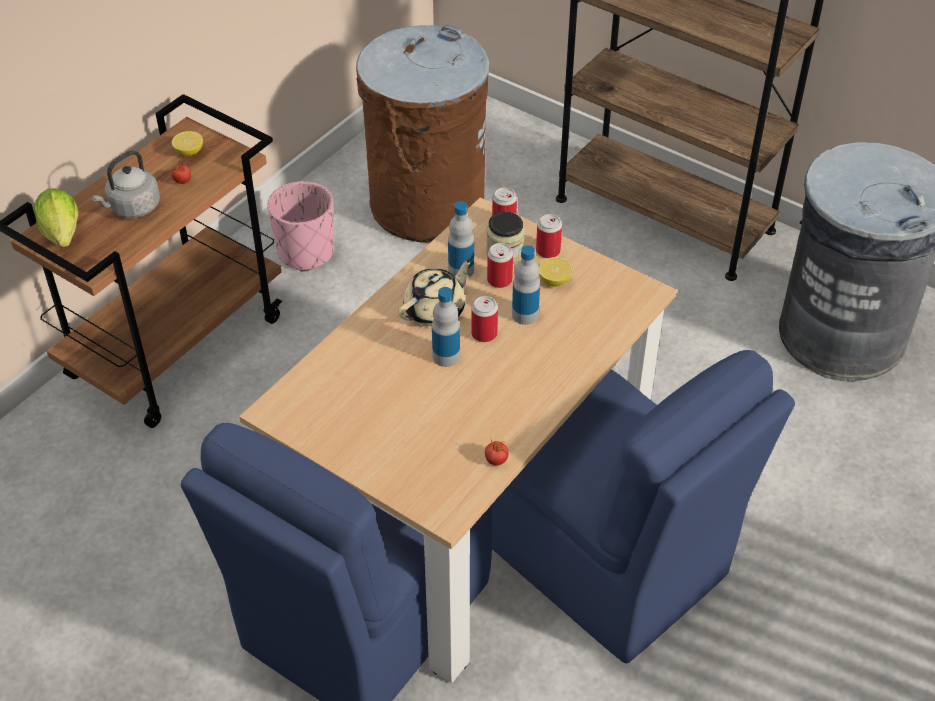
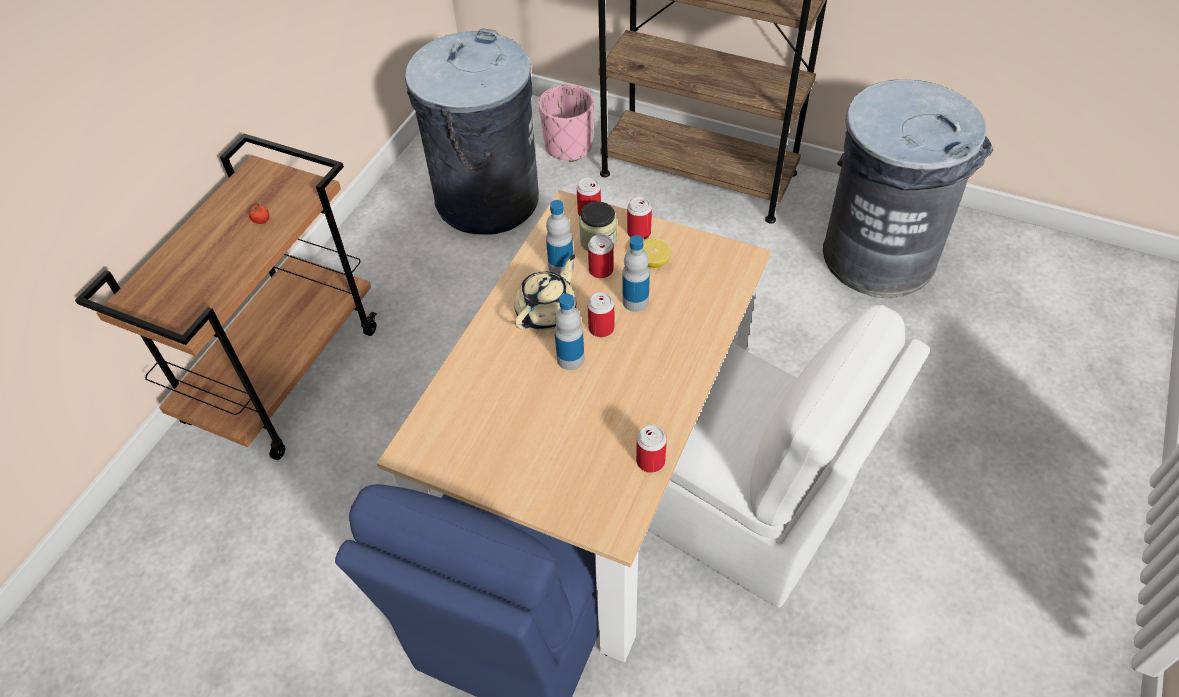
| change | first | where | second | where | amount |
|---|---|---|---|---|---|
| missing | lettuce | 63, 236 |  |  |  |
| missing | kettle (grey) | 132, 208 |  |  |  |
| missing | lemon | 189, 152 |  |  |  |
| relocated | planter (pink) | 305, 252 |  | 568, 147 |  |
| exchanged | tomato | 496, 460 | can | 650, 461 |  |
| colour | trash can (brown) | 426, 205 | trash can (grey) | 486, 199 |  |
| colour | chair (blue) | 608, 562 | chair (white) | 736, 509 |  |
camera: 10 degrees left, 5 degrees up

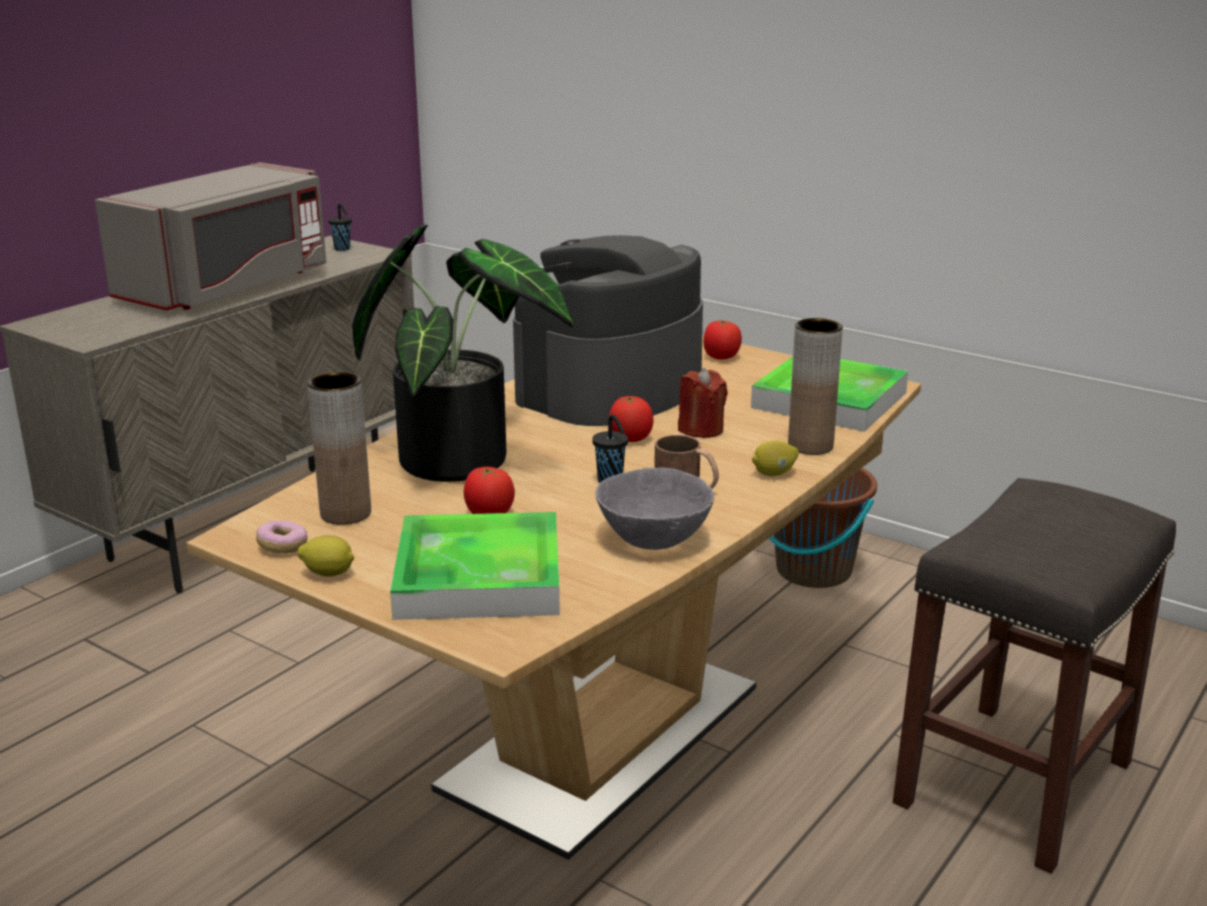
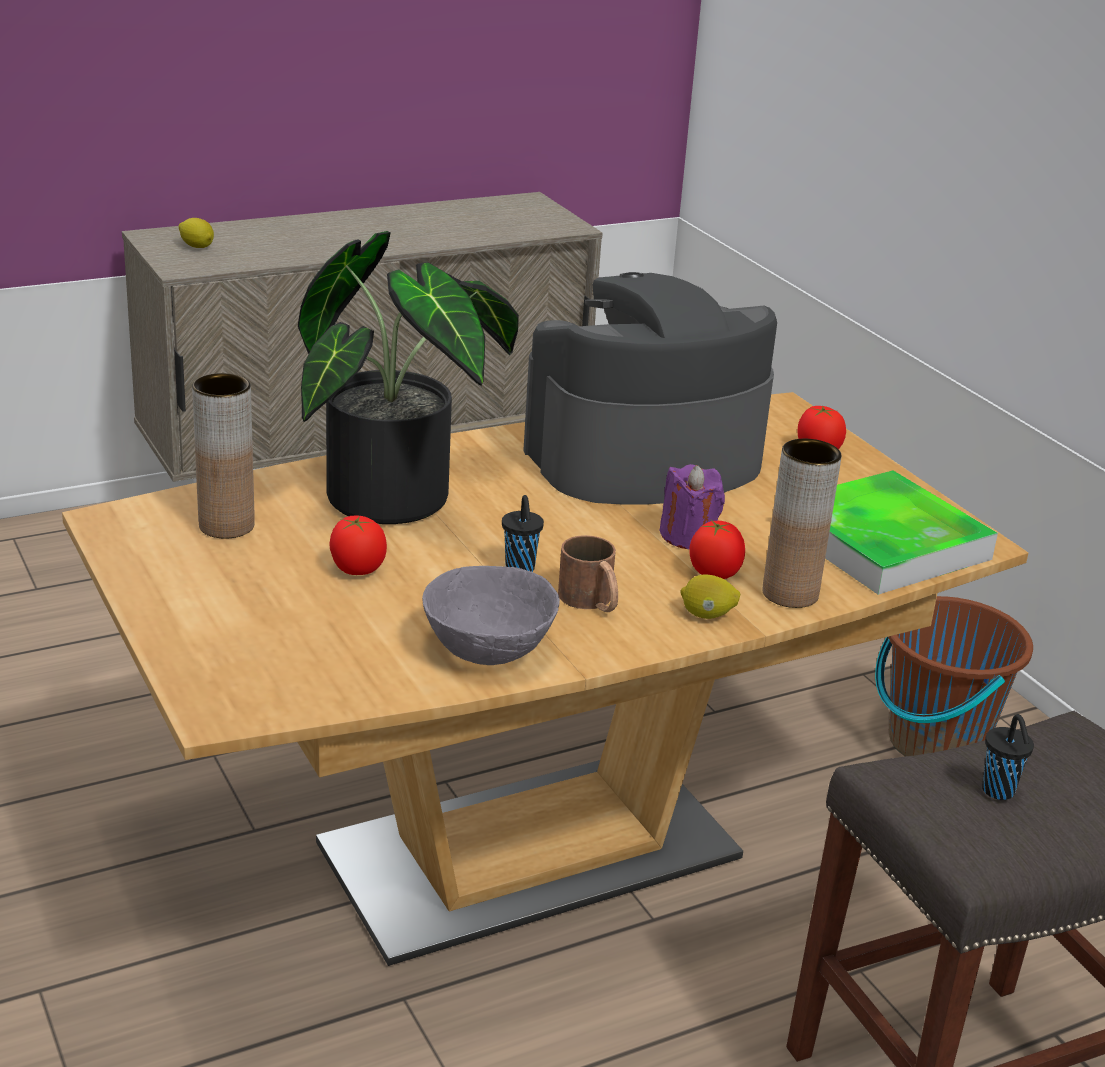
| change | first | where | second | where | amount |
|---|---|---|---|---|---|
| missing | microwave (grey) | 228, 287 |  |  |  |
| missing | donut | 283, 547 |  |  |  |
| missing | tray | 479, 576 |  |  |  |
| relocated | lemon | 328, 573 |  | 197, 246 |  |
| relocated | cup (black) | 343, 249 |  | 999, 792 |  |
| relocated | tomato | 630, 439 |  | 714, 573 |  |
| colour | candle (red) | 701, 429 | candle (purple) | 688, 536 |  |
camera: 25 degrees right, 5 degrees up

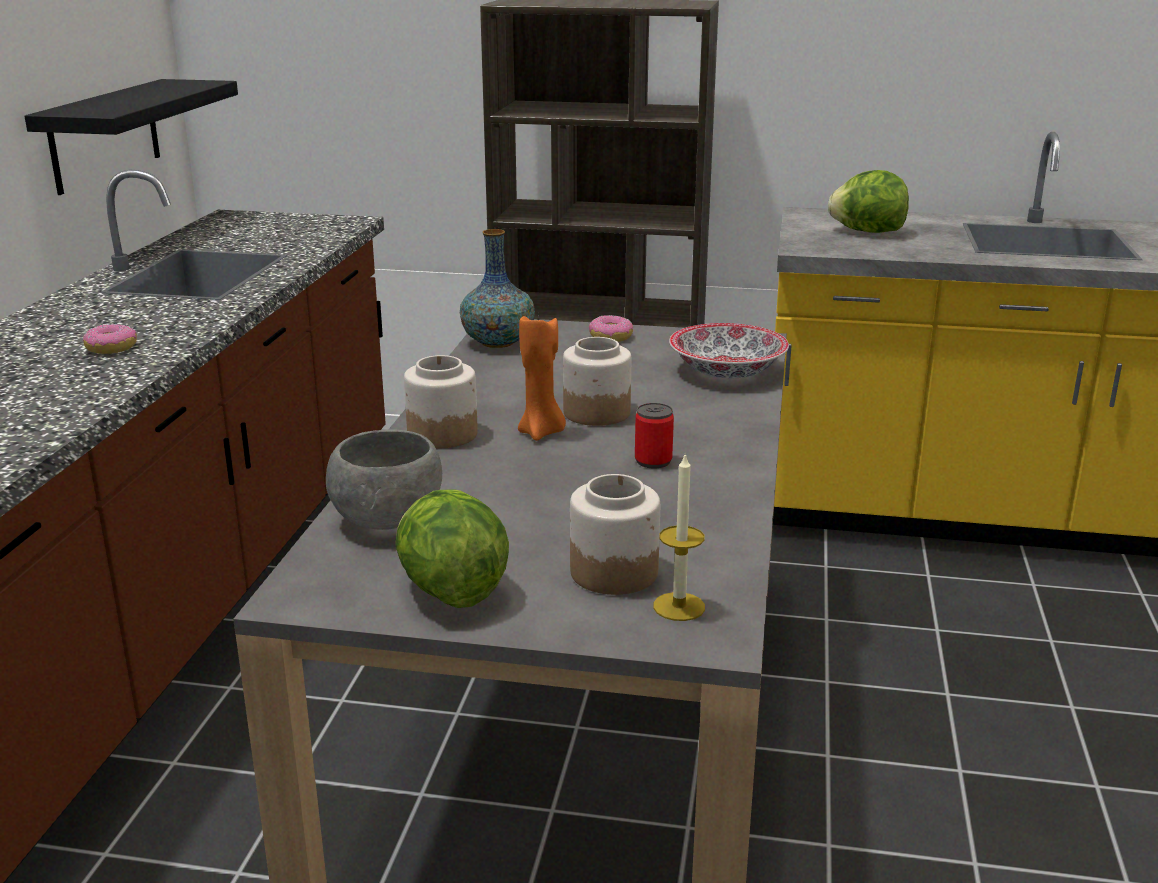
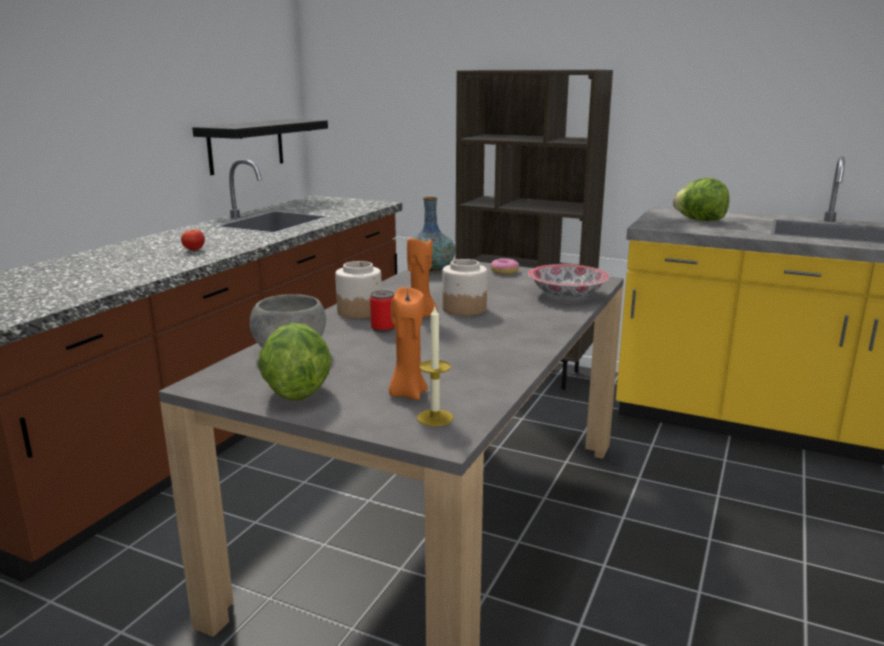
| change | first | where | second | where | amount |
|---|---|---|---|---|---|
| relocated | can | 653, 461 |  | 383, 328 |  |
| exchanged | donut | 112, 348 | tomato | 194, 250 |  |
| exchanged | jar | 614, 572 | candle (orange) | 407, 393 |  |
camera: 15 degrees right, 5 degrees down

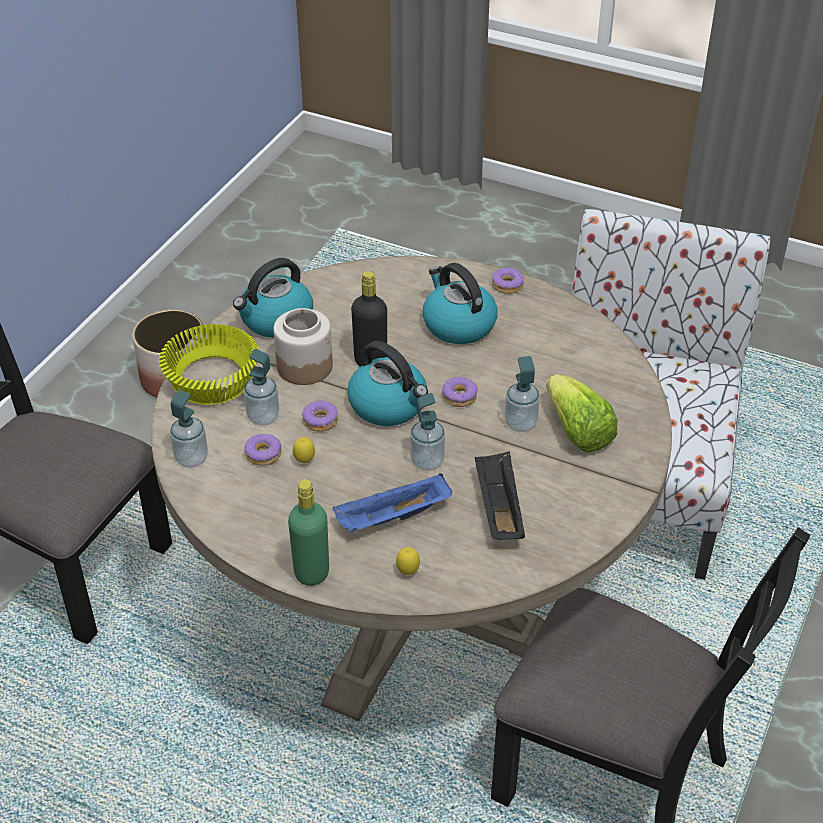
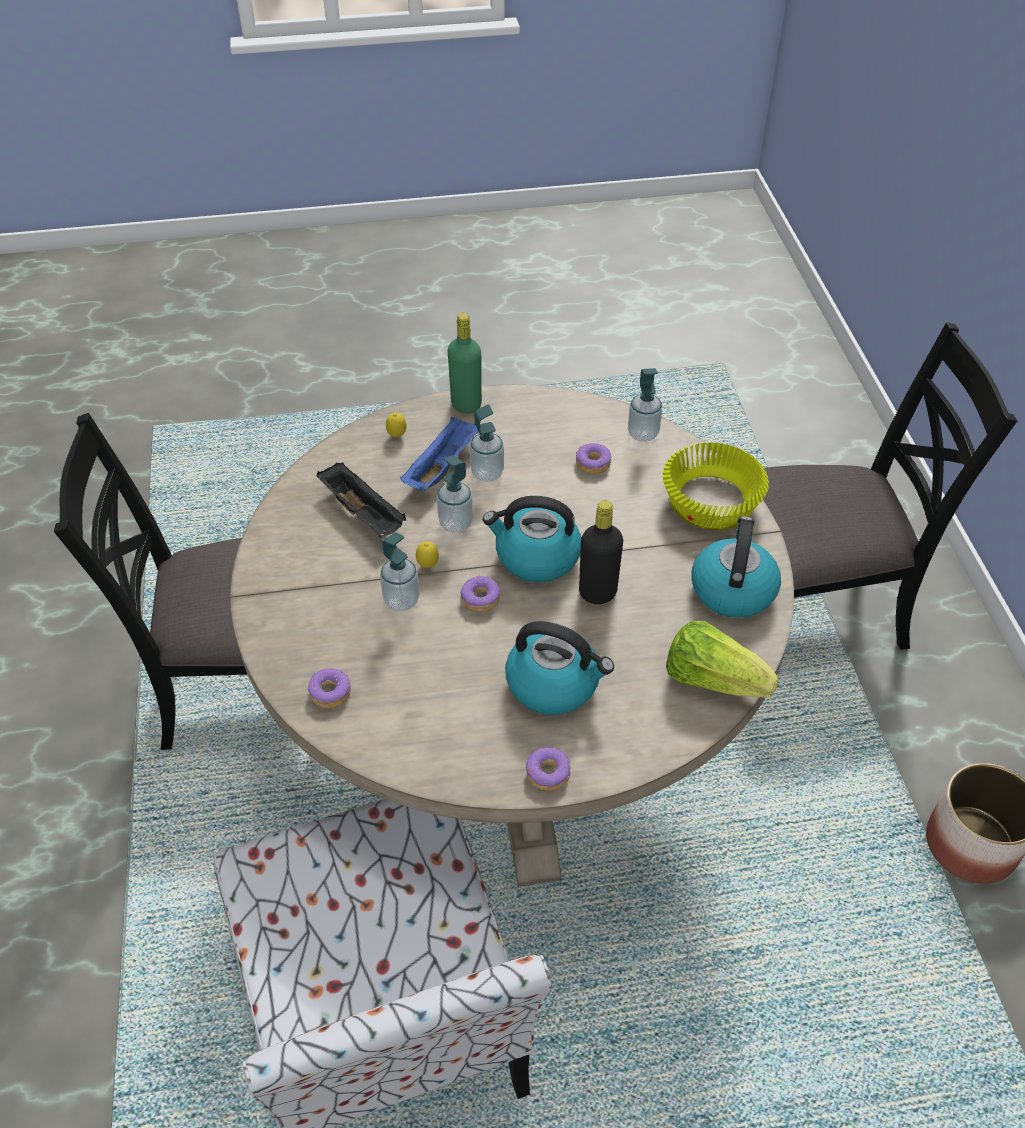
| change | first | where | second | where | amount |
|---|---|---|---|---|---|
| missing | jar | 304, 366 |  |  |  |
| relocated | soap dispenser | 263, 417 |  | 487, 473 |  |
| relocated | lemon | 304, 461 |  | 428, 566 |  |
| relocated | donut | 320, 421 |  | 330, 692 |  |
| relocated | lettuce | 577, 431 |  | 712, 680 |  |
camera: 145 degrees right, 5 degrees up

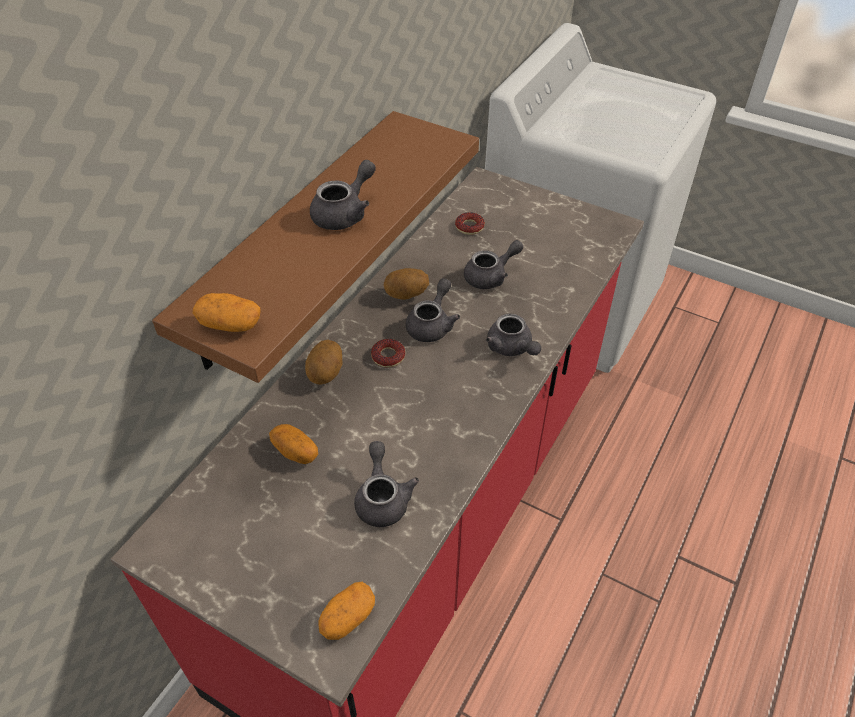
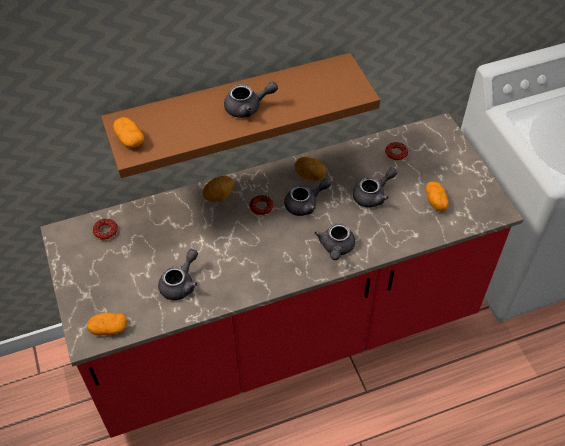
| change | first | where | second | where | amount |
|---|---|---|---|---|---|
| appeared |  |  | donut | 105, 231 |  |
| relocated | potato | 295, 452 |  | 435, 201 |  |
| spun | teapot (grey) | 491, 276 |  | 373, 195 | 45 degrees counterclockwise |
camera: 40 degrees right, 5 degrees up

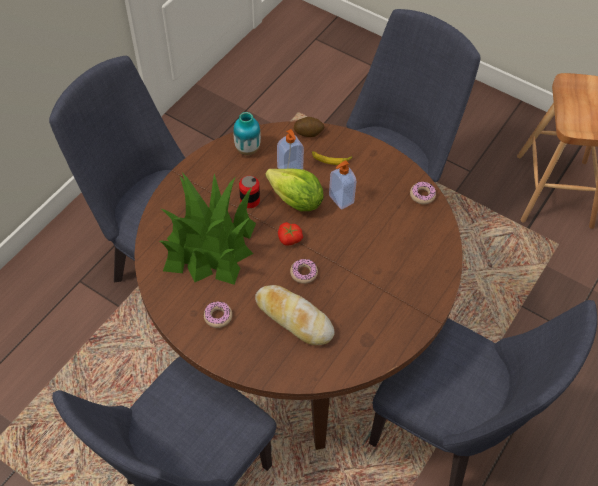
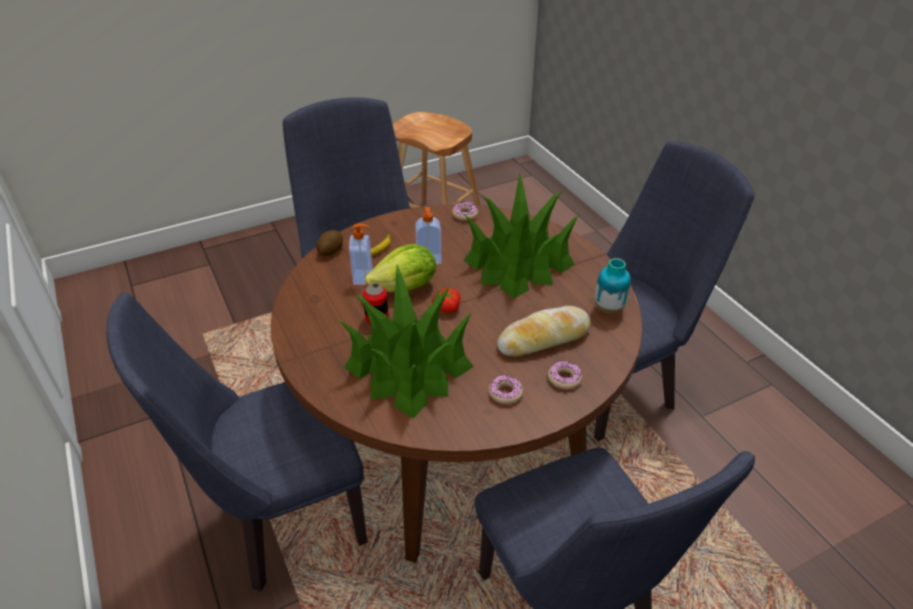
| change | first | where | second | where | amount |
|---|---|---|---|---|---|
| appeared |  |  | potted plant | 518, 264 |  |
| relocated | vase | 247, 149 |  | 608, 309 |  |
| relocated | donut | 303, 273 |  | 564, 379 |  |
camera: 60 degrees left, 15 degrees down

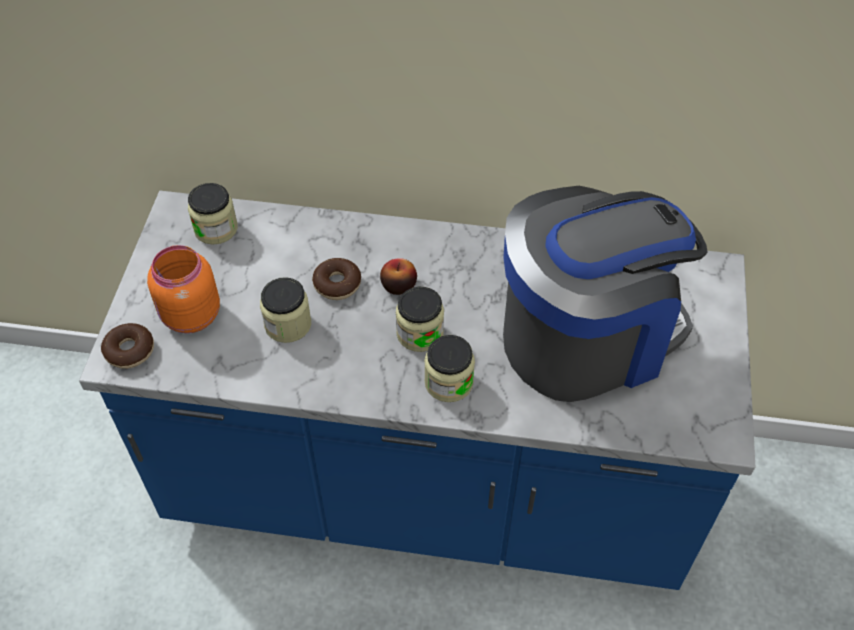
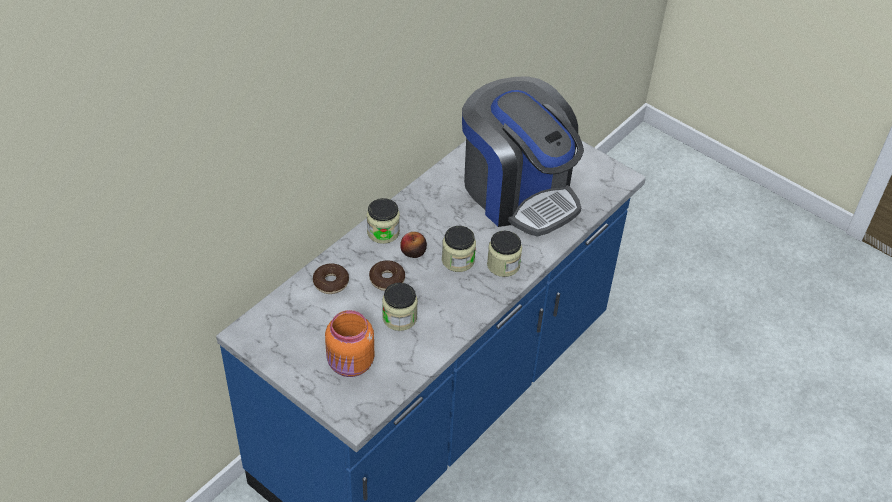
| change | first | where | second | where | amount |
|---|---|---|---|---|---|
| relocated | donut | 129, 350 |  | 331, 282 |  |
| relocated | jar | 216, 229 |  | 383, 232 |  |
| spun | coffee machine | 587, 336 |  | 518, 192 | 135 degrees clockwise |
camera: 60 degrees left, 5 degrees down

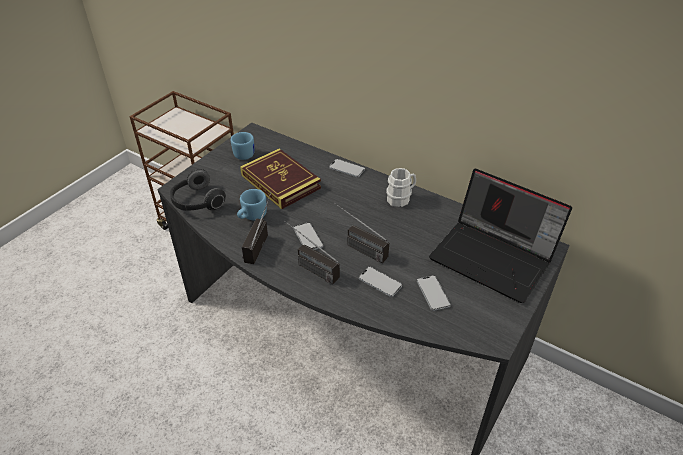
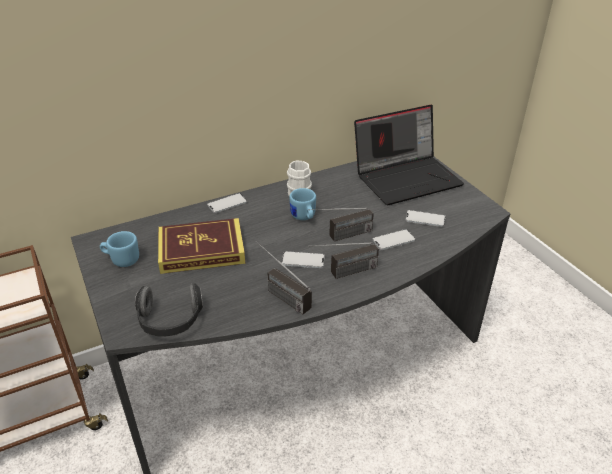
| change | first | where | second | where | amount |
|---|---|---|---|---|---|
| relocated | mug (blue) | 251, 216 |  | 304, 217 |  |
camera: 60 degrees left, 5 degrees down

